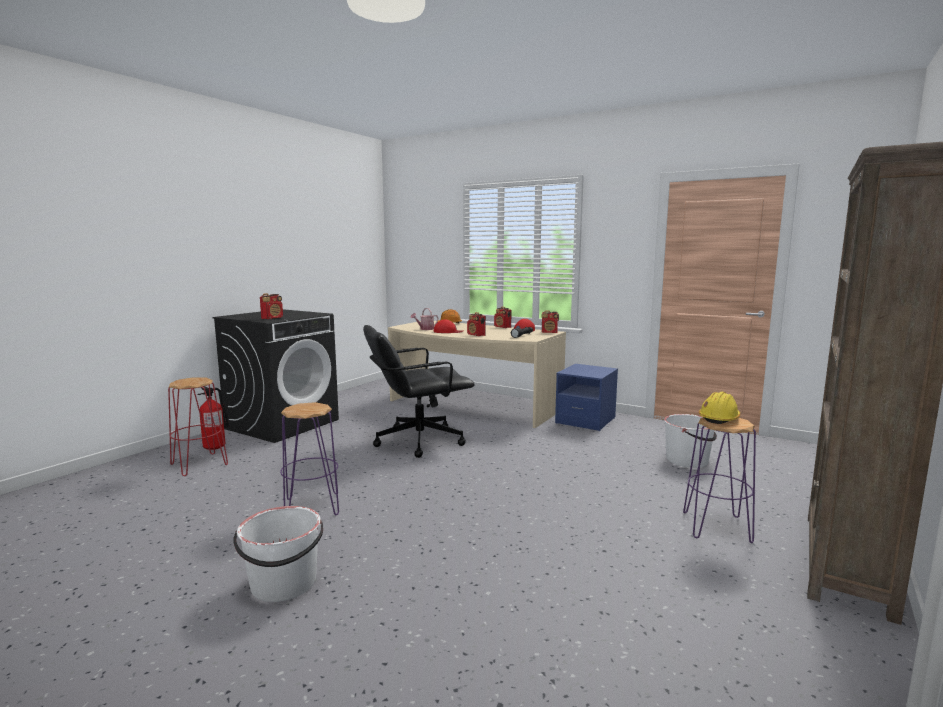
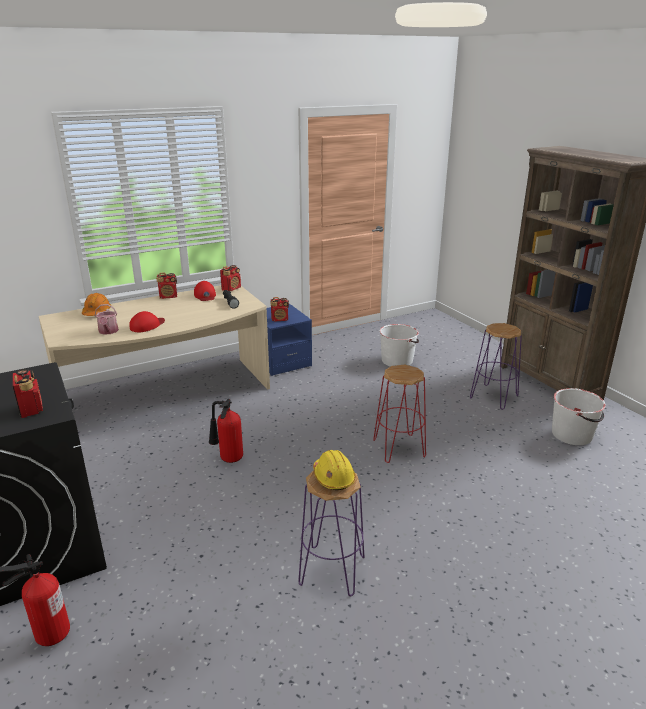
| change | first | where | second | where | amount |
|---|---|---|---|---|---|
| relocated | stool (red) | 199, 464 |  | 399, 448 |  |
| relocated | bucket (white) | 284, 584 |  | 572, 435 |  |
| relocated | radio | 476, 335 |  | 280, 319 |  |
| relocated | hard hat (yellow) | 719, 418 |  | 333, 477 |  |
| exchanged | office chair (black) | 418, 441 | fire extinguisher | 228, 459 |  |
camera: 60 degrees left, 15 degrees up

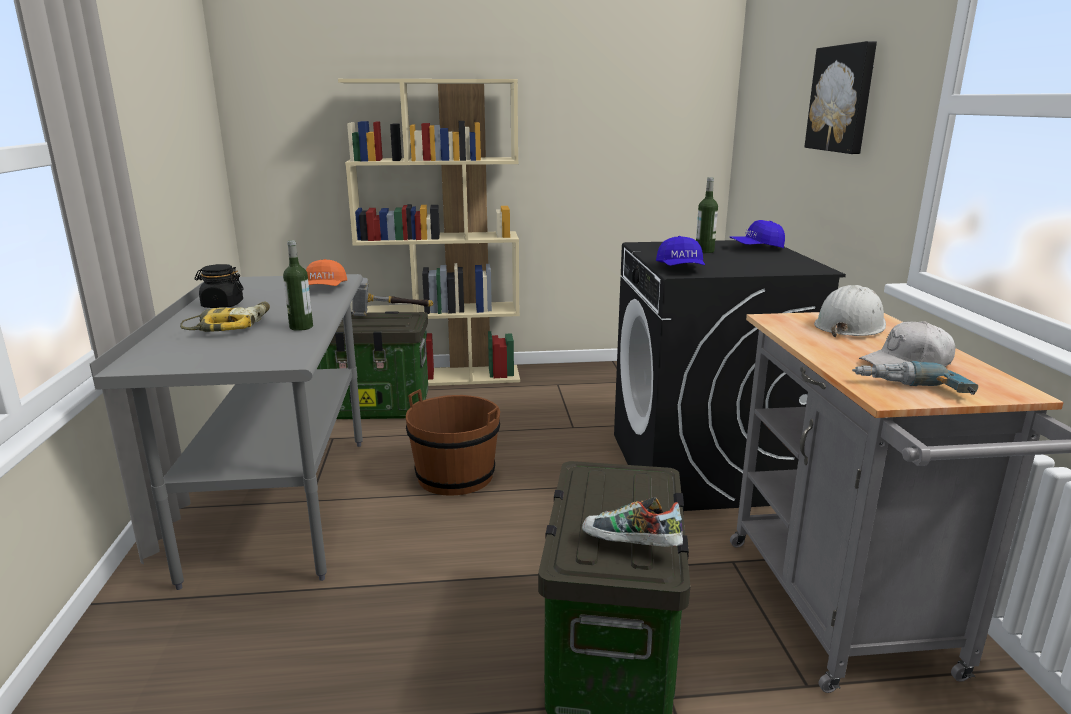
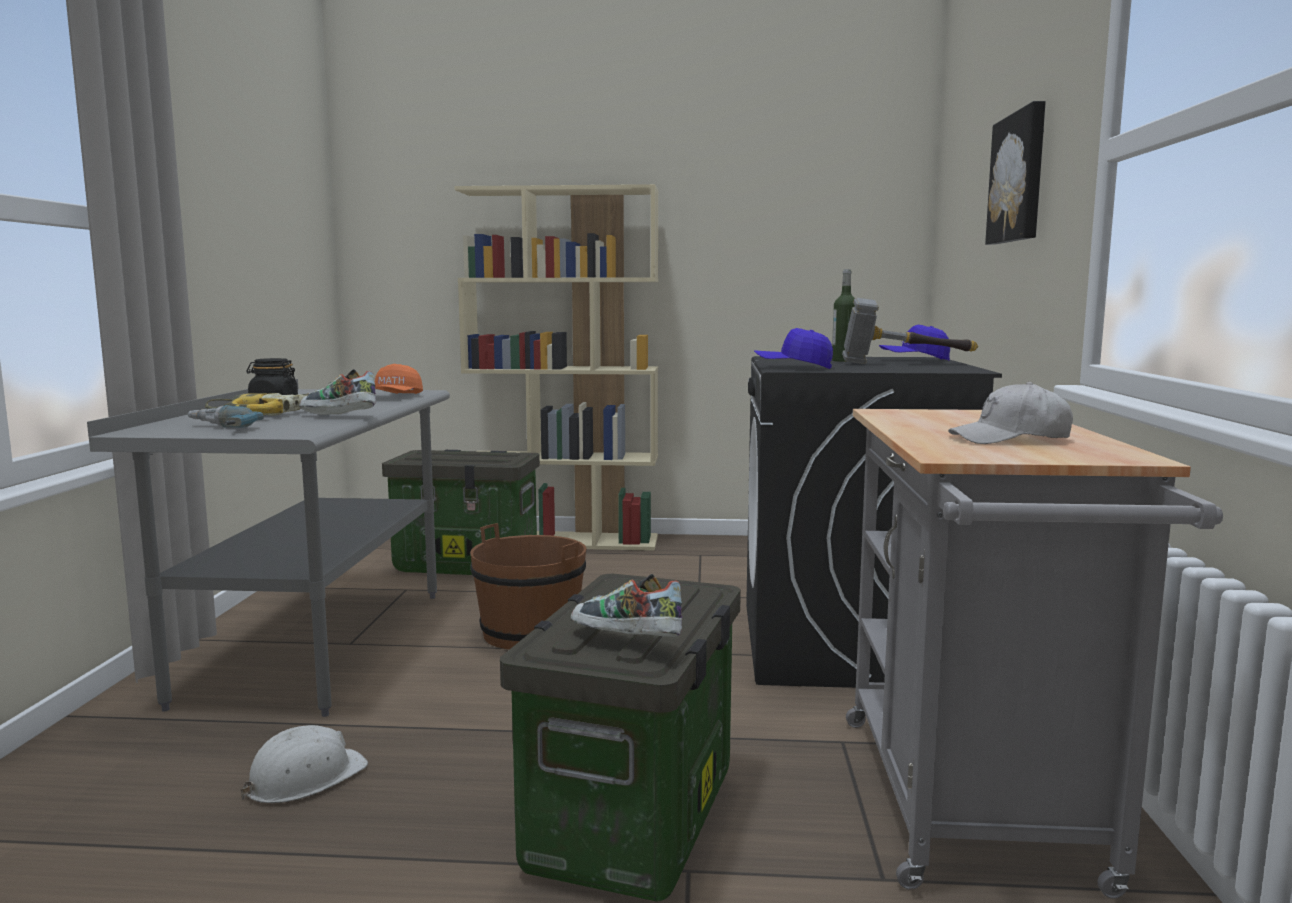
| change | first | where | second | where | amount |
|---|---|---|---|---|---|
| relocated | hammer | 390, 315 |  | 904, 364 |  |
| relocated | hard hat (white) | 850, 326 |  | 305, 778 |  |
| relocated | power drill | 911, 391 |  | 214, 429 |  |
| exchanged | bottle | 301, 327 | shoe | 338, 416 |  |
| spun | cap (blue) | 681, 268 |  | 793, 367 | 90 degrees clockwise |
camera: 10 degrees right, 10 degrees down

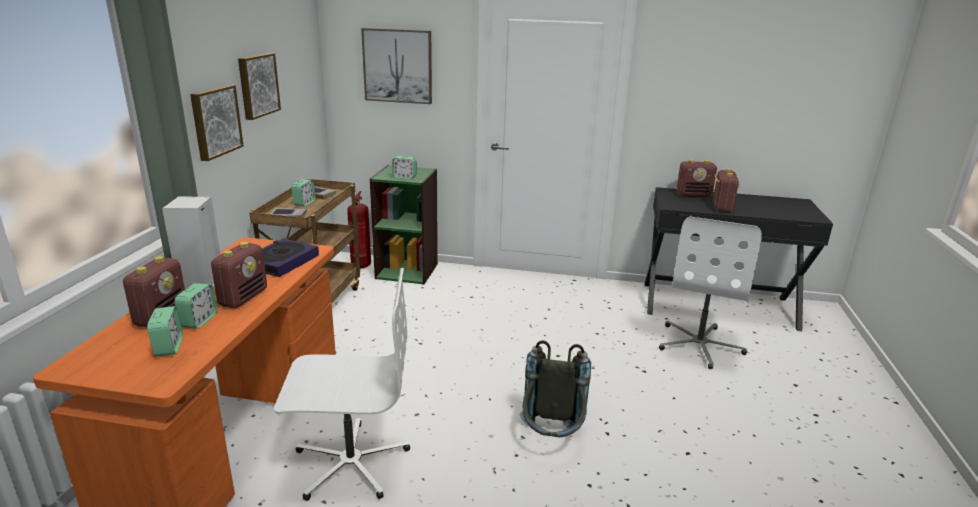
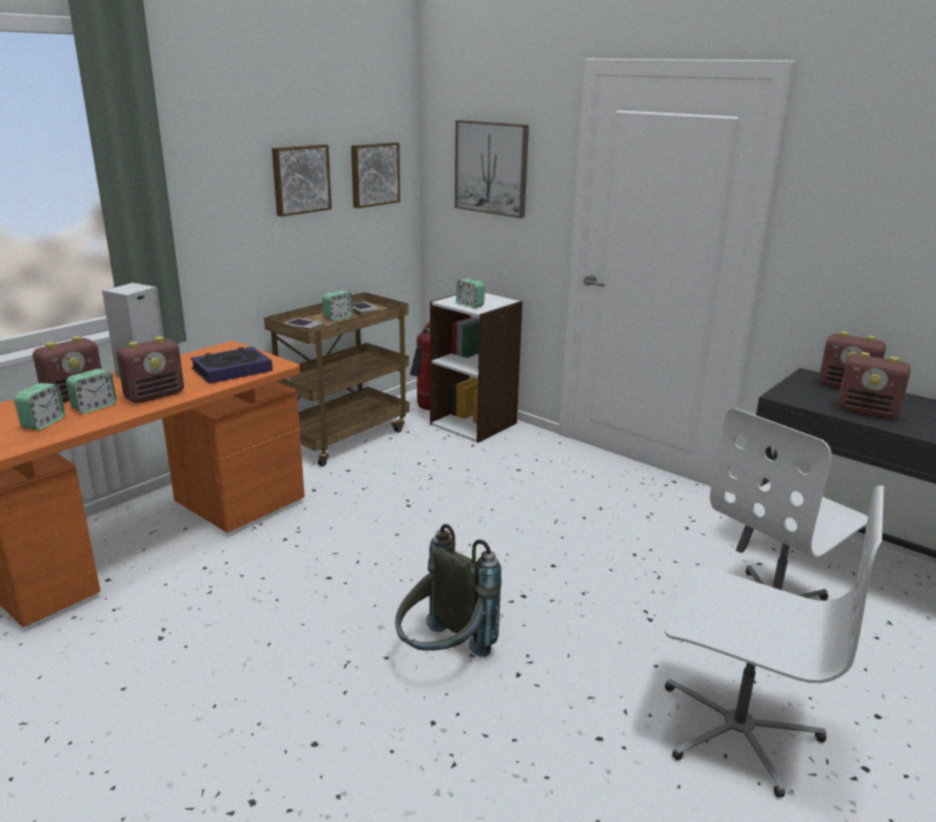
| change | first | where | second | where | amount |
|---|---|---|---|---|---|
| relocated | picture | 215, 121 |  | 374, 174 |  |
| relocated | office chair (white) | 350, 462 |  | 737, 729 |  |
| colour | bookcase (green) | 407, 271 | bookcase (white) | 474, 423 |  |
| spun | radio | 722, 207 |  | 867, 412 | 75 degrees clockwise |
camera: 30 degrees right, 0 degrees up

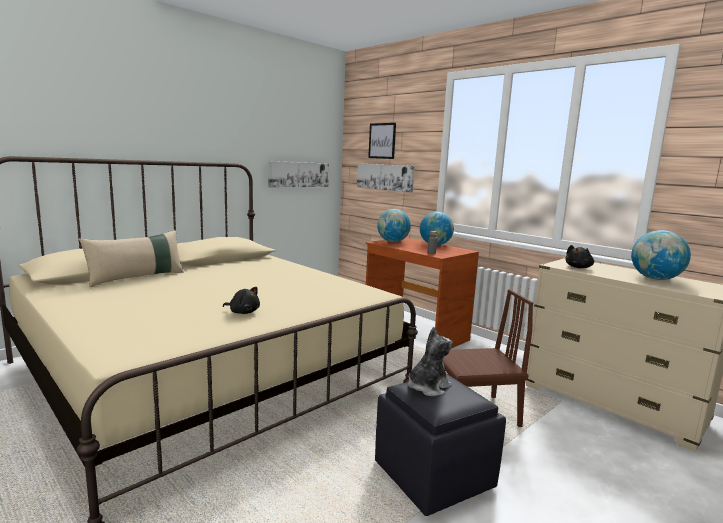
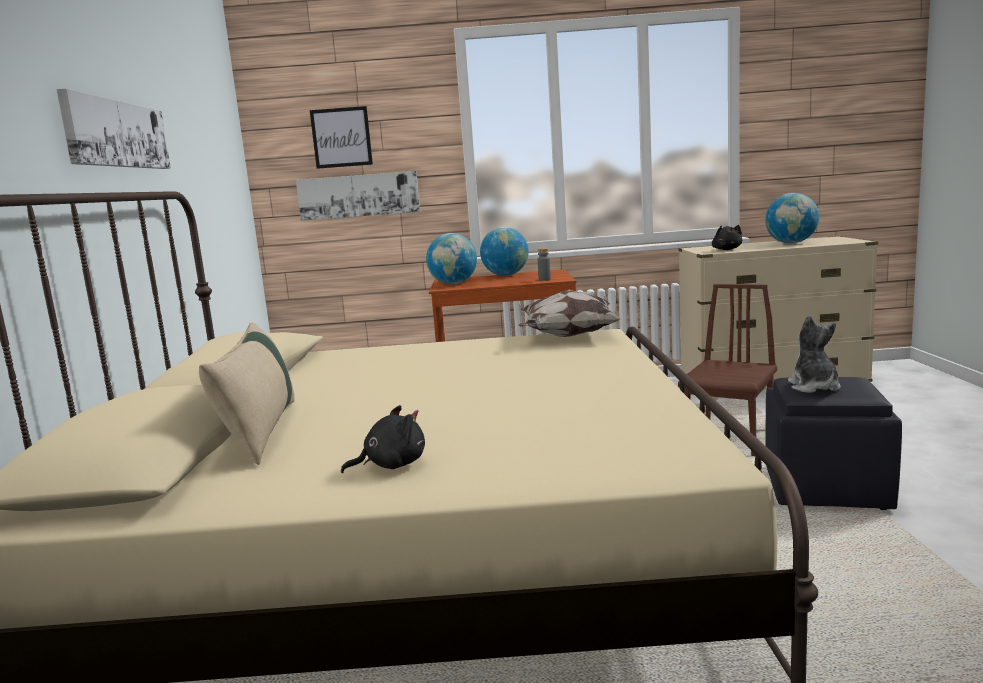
| change | first | where | second | where | amount |
|---|---|---|---|---|---|
| appeared |  |  | pillow | 568, 336 |  |
| relocated | plush toy (black) | 243, 312 |  | 391, 465 |  |
| relocated | picture | 298, 174 |  | 117, 134 |  |
camera: 45 degrees left, 0 degrees up

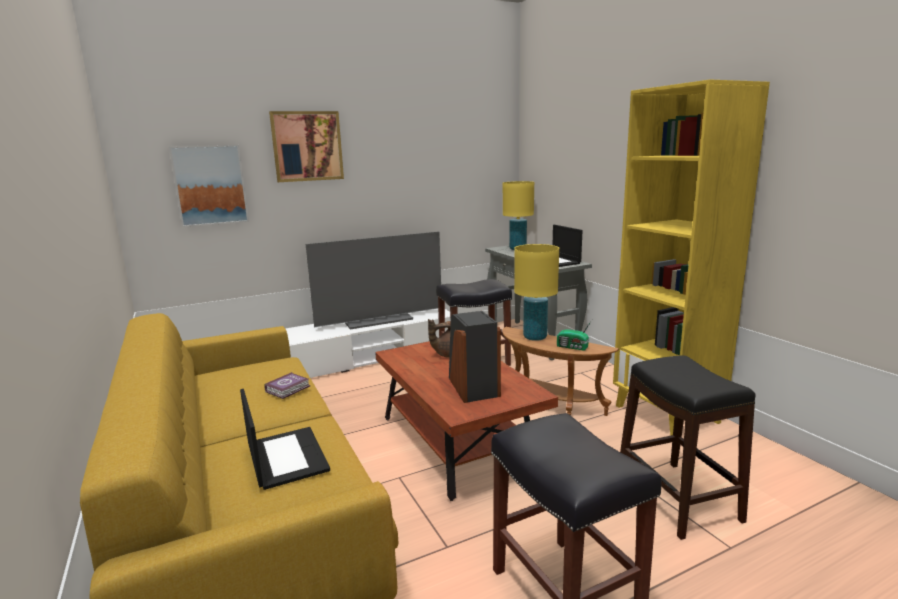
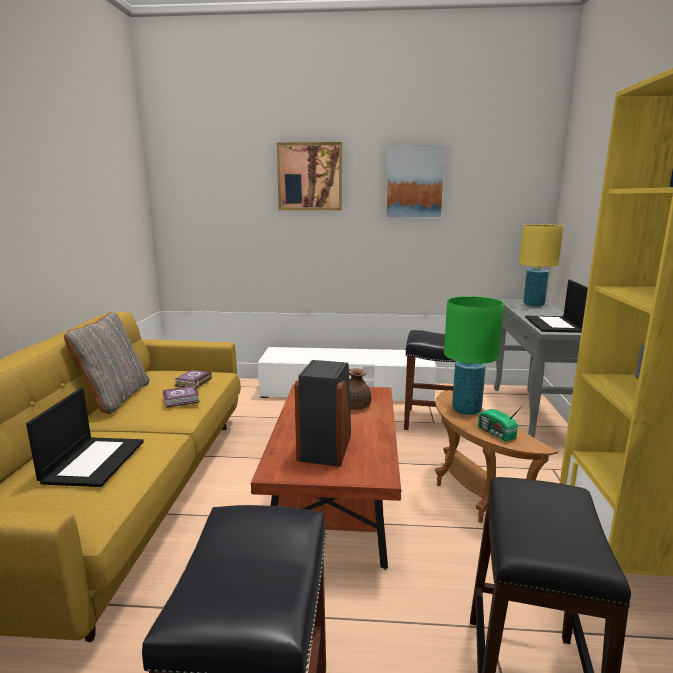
| change | first | where | second | where | amount |
|---|---|---|---|---|---|
| missing | television | 378, 319 |  |  |  |
| appeared |  |  | pillow (grey) | 115, 398 |  |
| appeared |  |  | book | 192, 382 |  |
| relocated | picture | 210, 185 |  | 414, 182 |  |
| colour | table lamp (yellow) | 535, 337 | table lamp (green) | 466, 410 |  |
camera: 30 degrees right, 0 degrees up

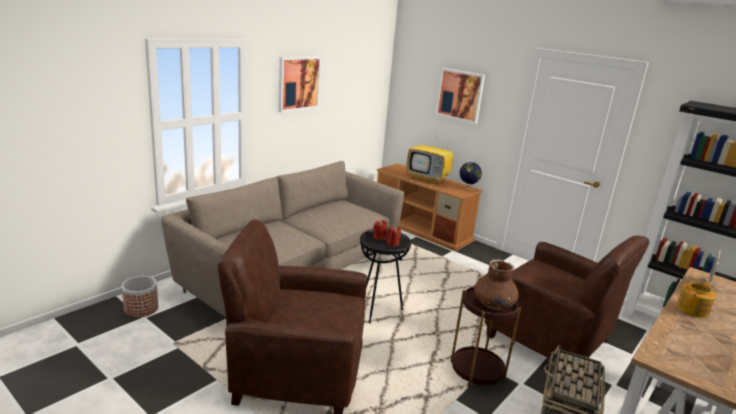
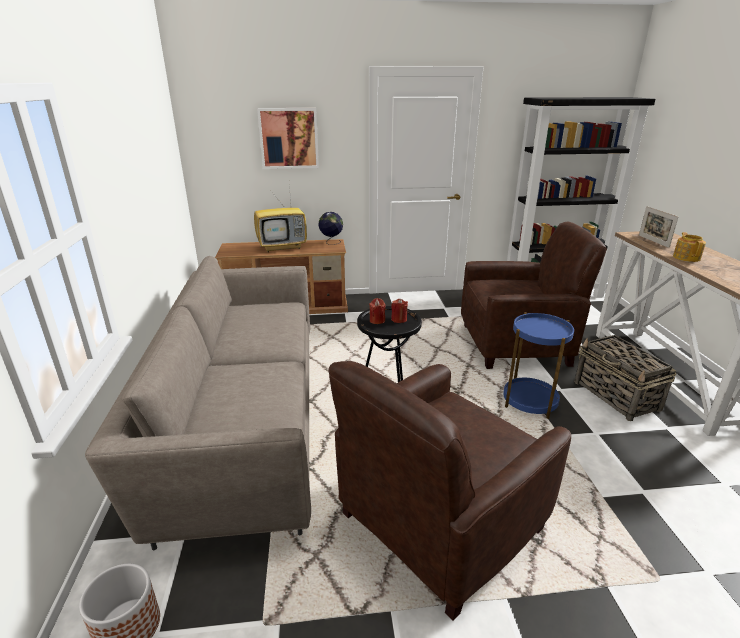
| change | first | where | second | where | amount |
|---|---|---|---|---|---|
| missing | picture | 299, 83 |  |  |  |
| missing | vase (brown) | 493, 303 |  |  |  |
| colour | side table (brown) | 477, 372 | side table (blue) | 529, 402 |  |
camera: 45 degrees left, 5 degrees up

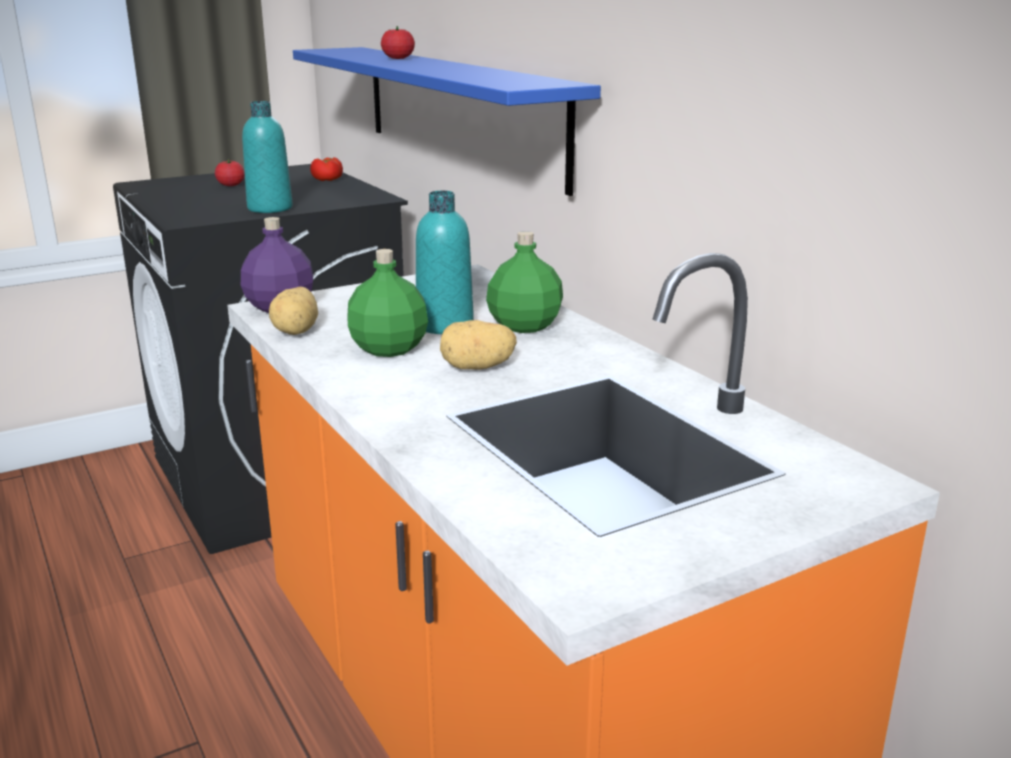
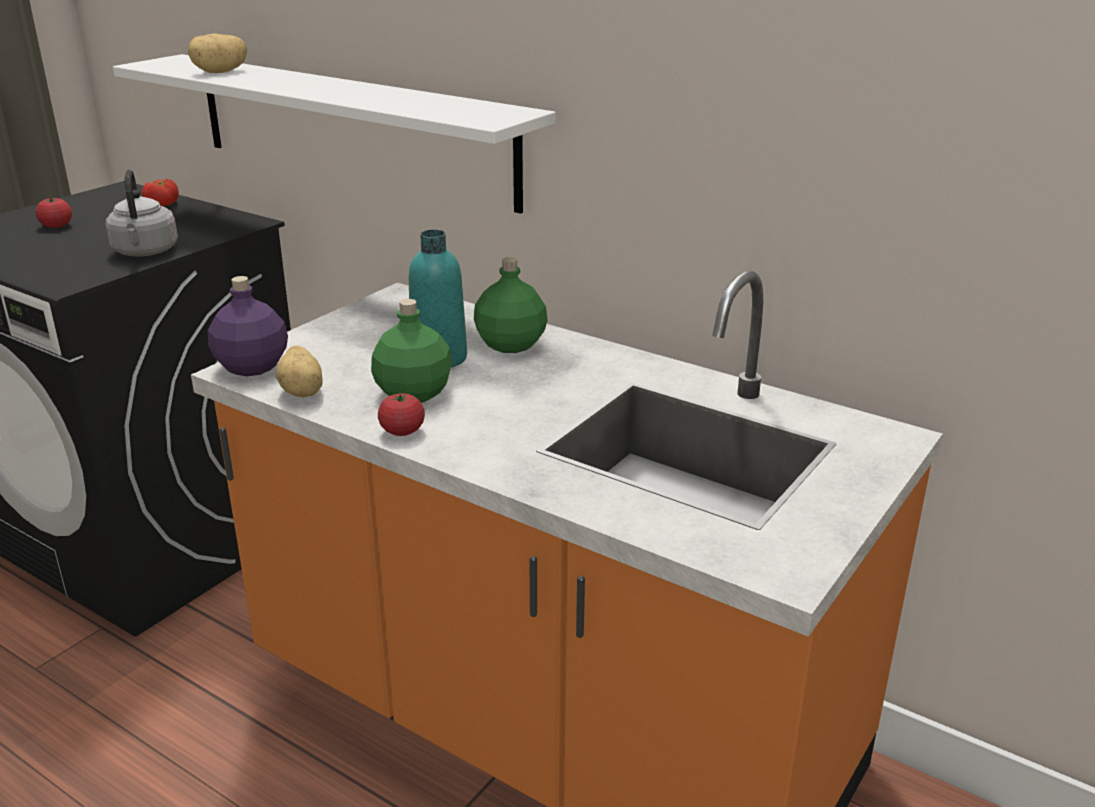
| change | first | where | second | where | amount |
|---|---|---|---|---|---|
| relocated | tomato | 398, 58 |  | 402, 431 |  |
| relocated | potato | 477, 368 |  | 220, 72 |  |
| exchanged | bottle (turquoise) | 270, 208 | kettle (grey) | 145, 252 |  |
| colour | shelf (blue) | 458, 111 | shelf (white) | 350, 128 |  |
camera: 25 degrees left, 5 degrees up

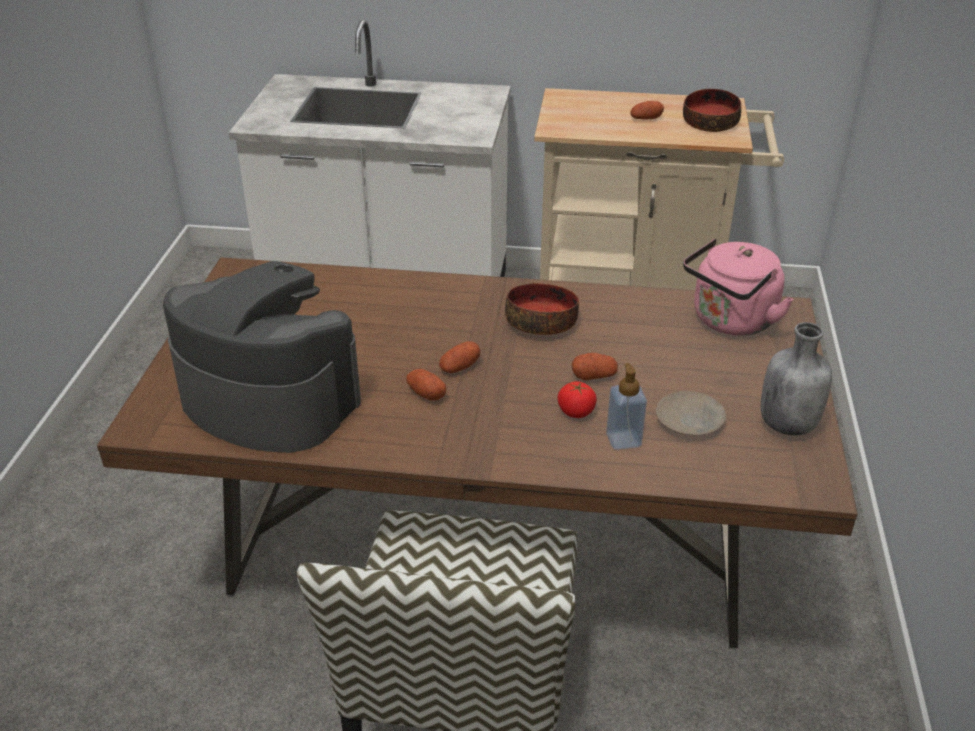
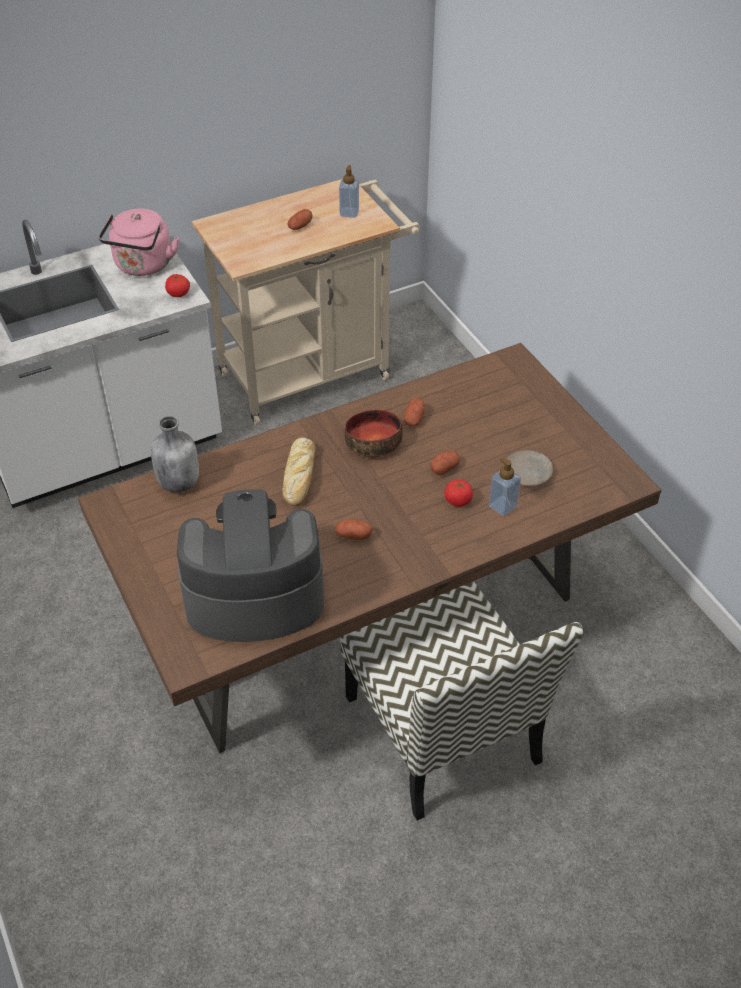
| change | first | where | second | where | amount |
|---|---|---|---|---|---|
| appeared |  |  | tomato | 178, 294 |  |
| appeared |  |  | bread | 300, 476 |  |
| relocated | potato | 460, 367 |  | 414, 419 |  |
| relocated | kettle (pink) | 730, 322 |  | 143, 266 |  |
| relocated | bottle (grey) | 788, 424 |  | 179, 482 |  |
| exchanged | bowl | 709, 123 | soap dispenser | 349, 212 |  |
camera: 35 degrees left, 10 degrees up

